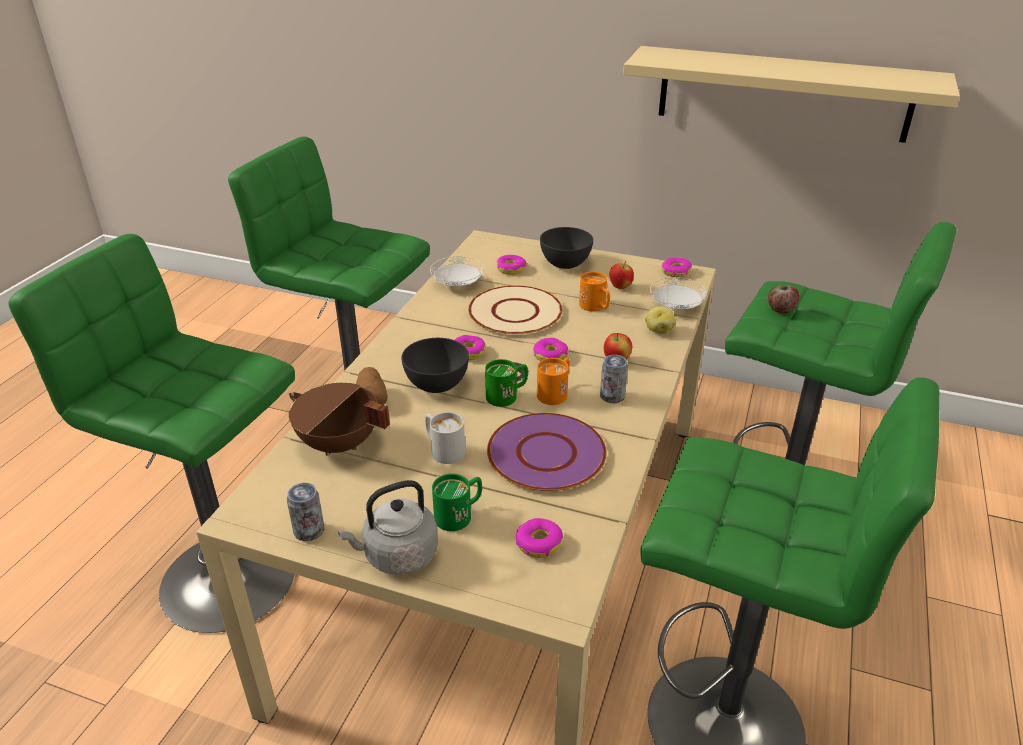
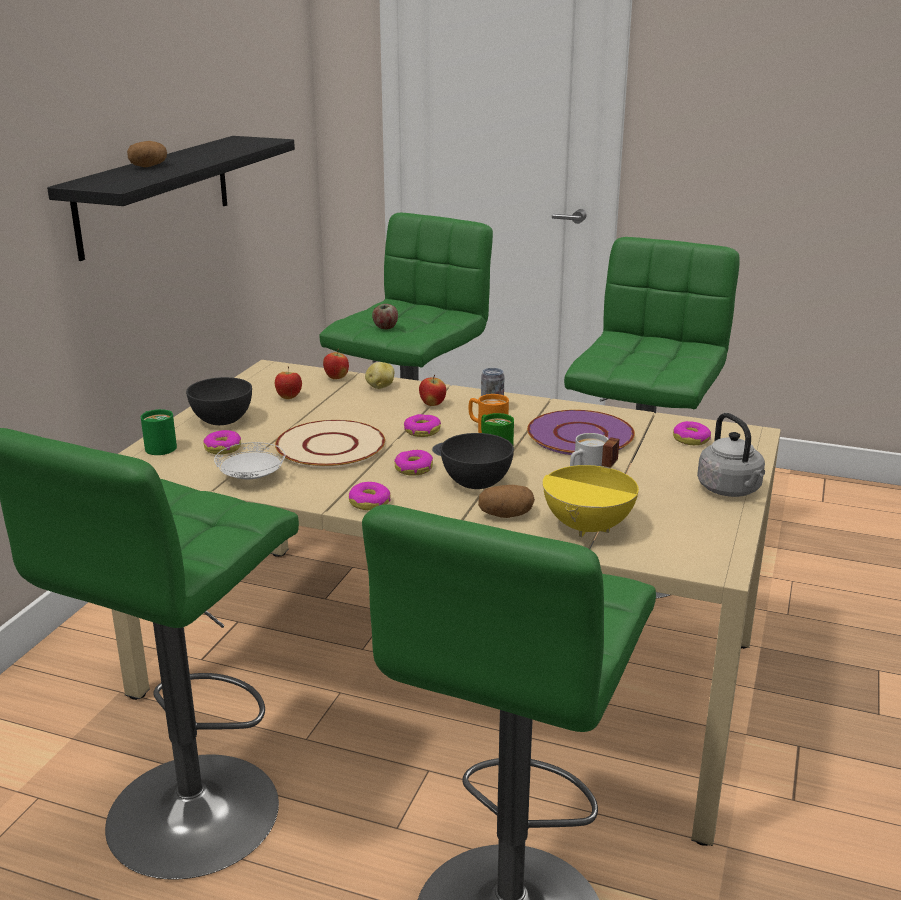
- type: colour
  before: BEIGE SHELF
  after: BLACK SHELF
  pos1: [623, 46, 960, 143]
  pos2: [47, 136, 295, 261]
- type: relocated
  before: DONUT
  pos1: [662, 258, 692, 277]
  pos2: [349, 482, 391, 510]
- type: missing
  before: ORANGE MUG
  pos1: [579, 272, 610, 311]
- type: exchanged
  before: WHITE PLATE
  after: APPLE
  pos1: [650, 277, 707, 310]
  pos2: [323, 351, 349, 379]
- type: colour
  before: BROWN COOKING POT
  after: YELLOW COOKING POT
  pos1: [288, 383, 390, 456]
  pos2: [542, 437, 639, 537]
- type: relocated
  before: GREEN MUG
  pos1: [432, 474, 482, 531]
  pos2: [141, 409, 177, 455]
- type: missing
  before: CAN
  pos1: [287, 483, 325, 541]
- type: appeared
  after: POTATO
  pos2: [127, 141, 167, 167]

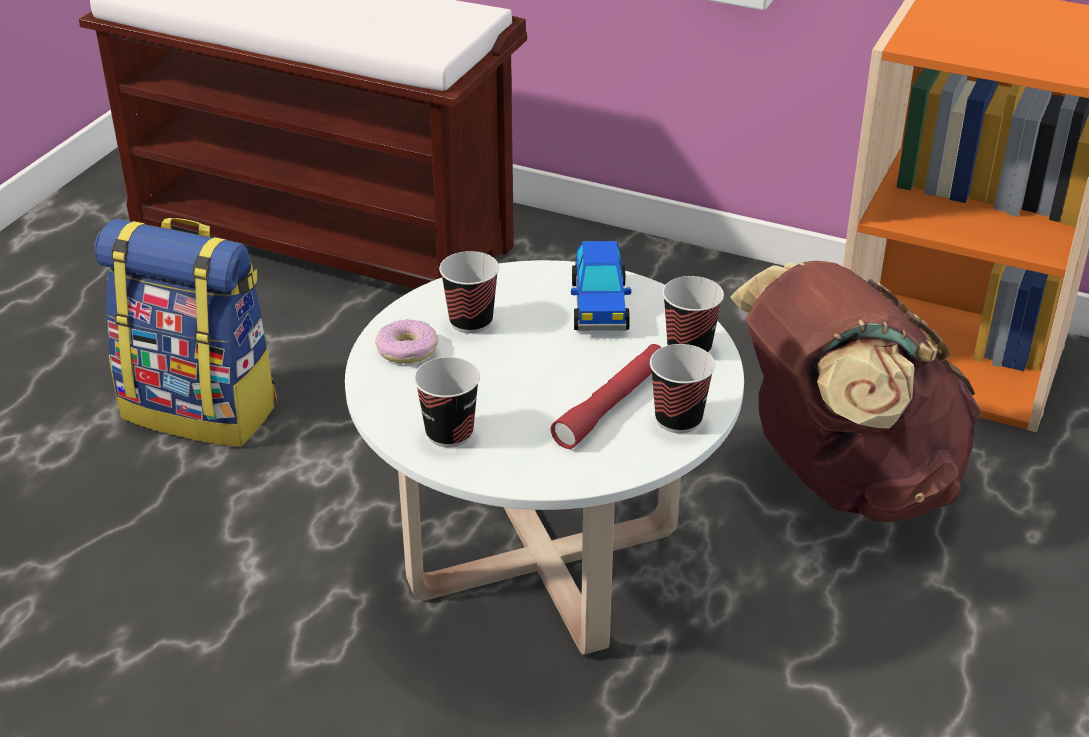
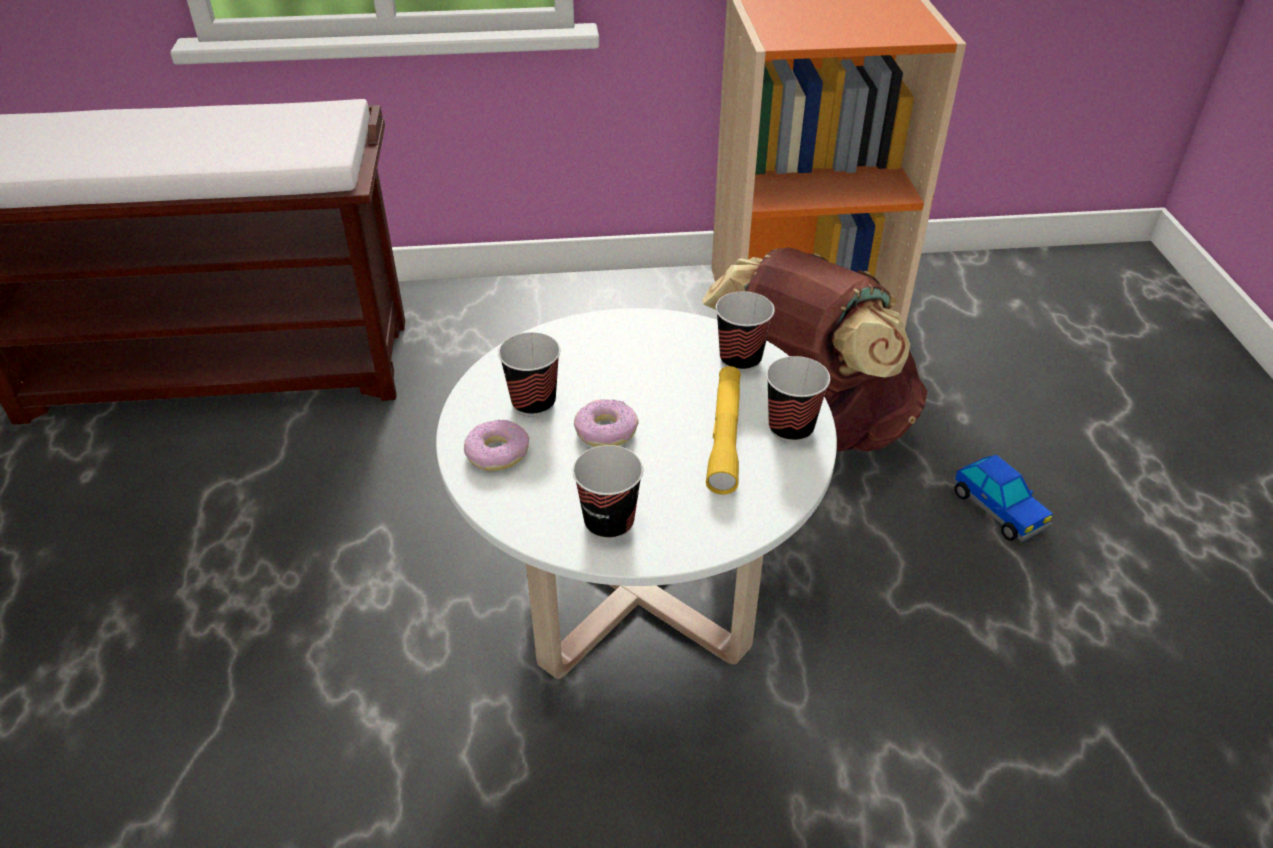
- type: missing
  before: BACKPACK
  pos1: [95, 218, 277, 447]
- type: relocated
  before: TOY CAR
  pos1: [571, 241, 631, 331]
  pos2: [952, 455, 1053, 542]
- type: colour
  before: RED FLASHLIGHT
  after: YELLOW FLASHLIGHT
  pos1: [550, 344, 662, 449]
  pos2: [706, 366, 741, 495]
- type: appeared
  after: DONUT
  pos2: [574, 399, 639, 447]

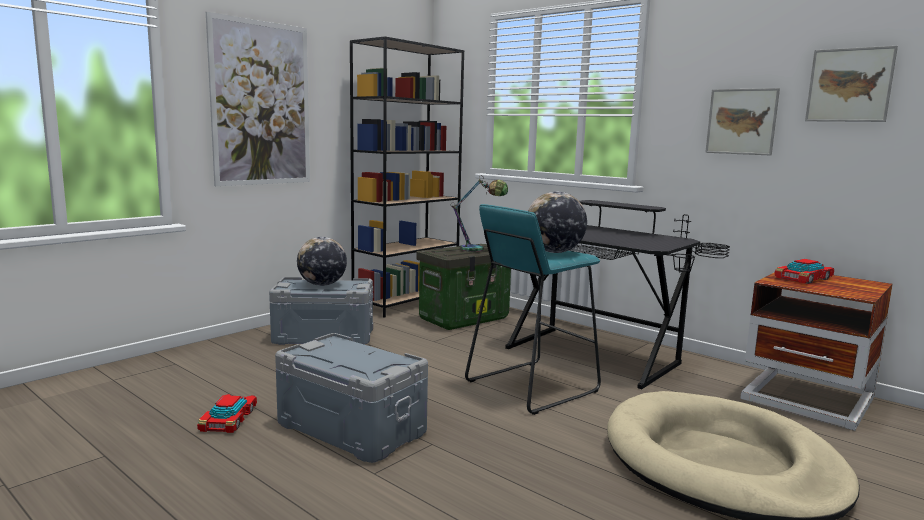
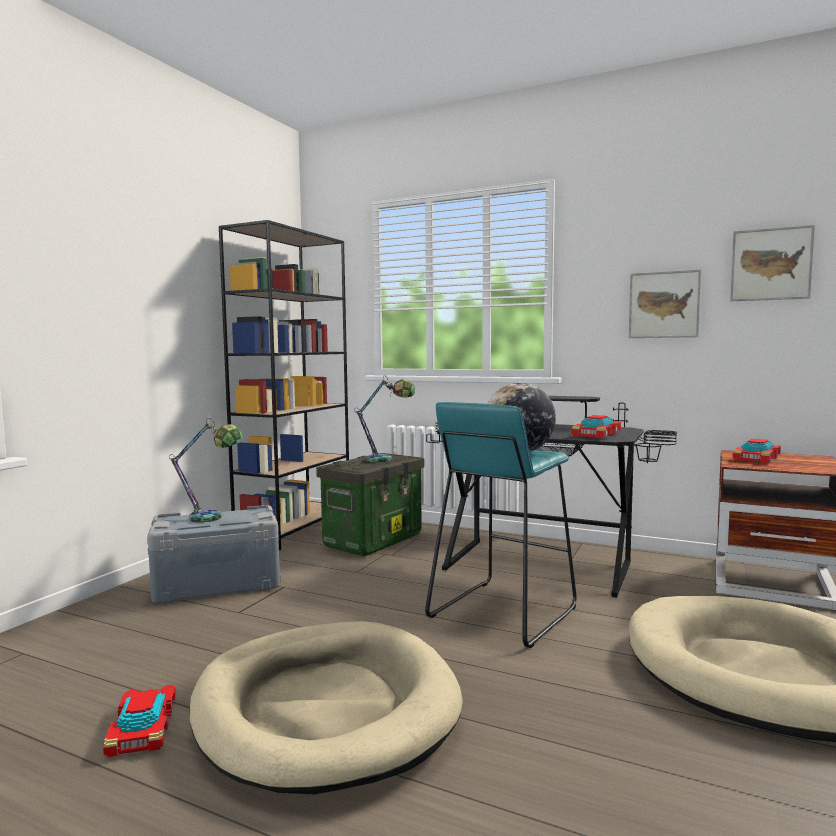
- type: missing
  before: PICTURE
  pos1: [206, 12, 310, 186]
- type: exchanged
  before: GLOBE
  after: TABLE LAMP
  pos1: [297, 237, 347, 286]
  pos2: [169, 418, 243, 522]
- type: exchanged
  before: GREY STORAGE BOX
  after: BEIGE DOG BED
  pos1: [275, 333, 428, 463]
  pos2: [190, 621, 463, 794]
- type: appeared
  after: TOY CAR
  pos2: [571, 415, 621, 439]

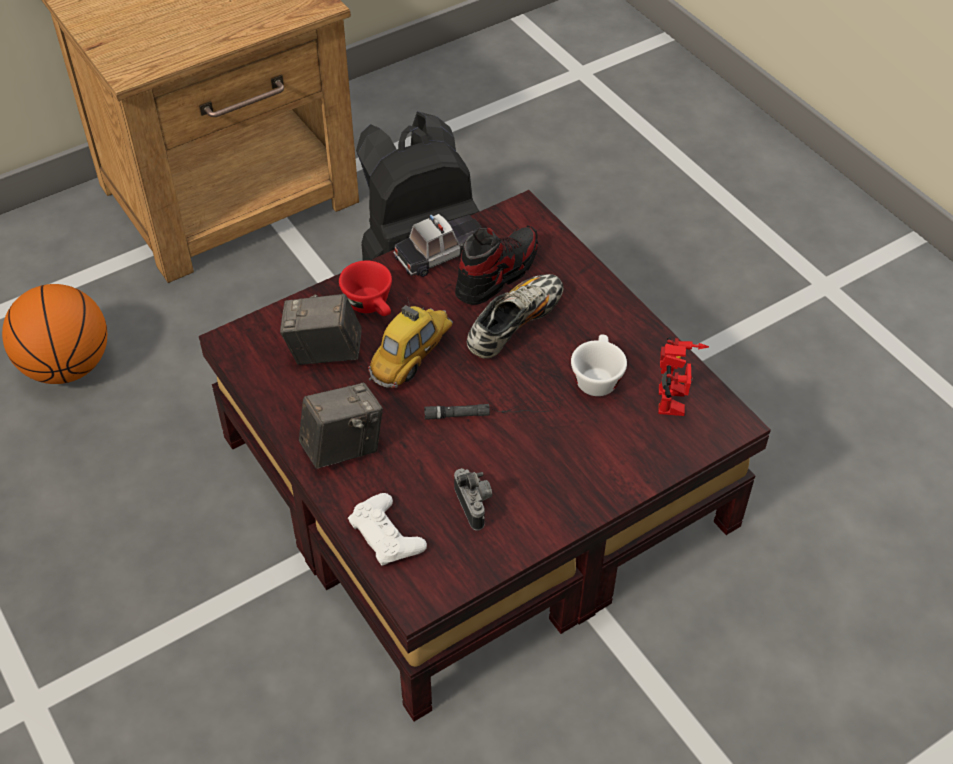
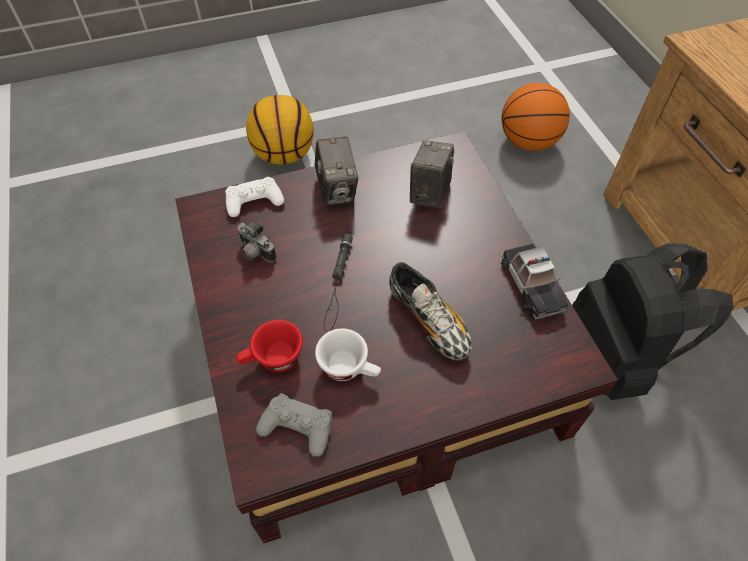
- type: missing
  before: SHOE
  pos1: [455, 226, 538, 305]
- type: relocated
  before: RED CUP
  pos1: [339, 261, 392, 316]
  pos2: [237, 320, 303, 372]
- type: missing
  before: TOY CAR
  pos1: [368, 297, 453, 388]
- type: exchanged
  before: TOY ROBOT
  after: GREY GAME CONTROLLER
  pos1: [658, 337, 709, 416]
  pos2: [256, 393, 332, 457]
- type: spun
  before: PHOTO CAMERA
  pos1: [454, 468, 492, 531]
  pos2: [237, 222, 276, 262]
  turn: 45
- type: appeared
  after: BASKETBALL
  pos2: [246, 95, 313, 164]

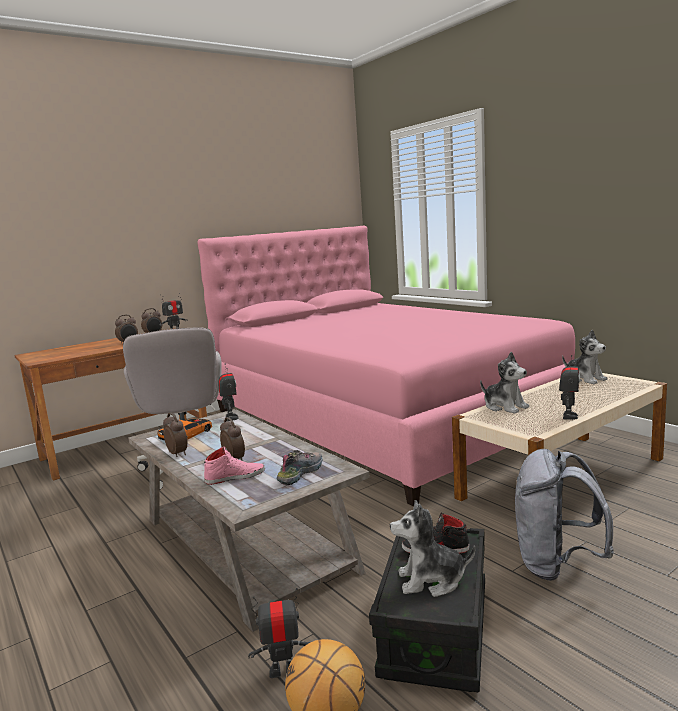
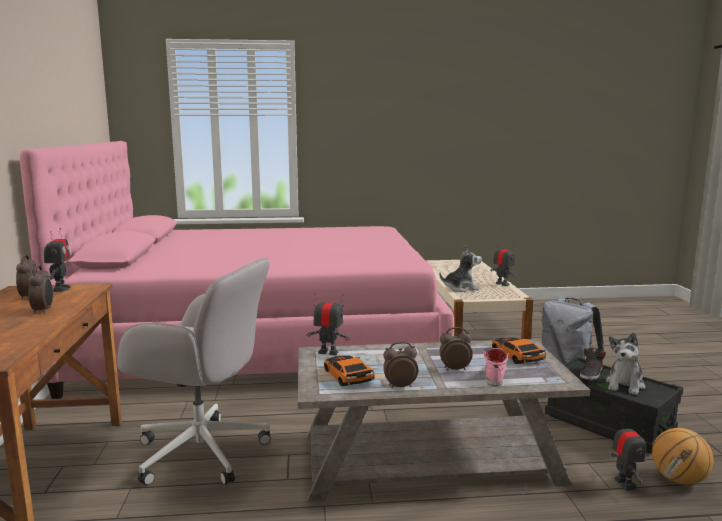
- type: missing
  before: PLUSH TOY
  pos1: [562, 330, 607, 384]
- type: exchanged
  before: SHOE
  after: TOY CAR
  pos1: [277, 450, 323, 485]
  pos2: [492, 337, 546, 364]
- type: spun
  before: TOY ROBOT
  pos1: [248, 588, 310, 678]
  pos2: [611, 416, 646, 491]
  turn: 150

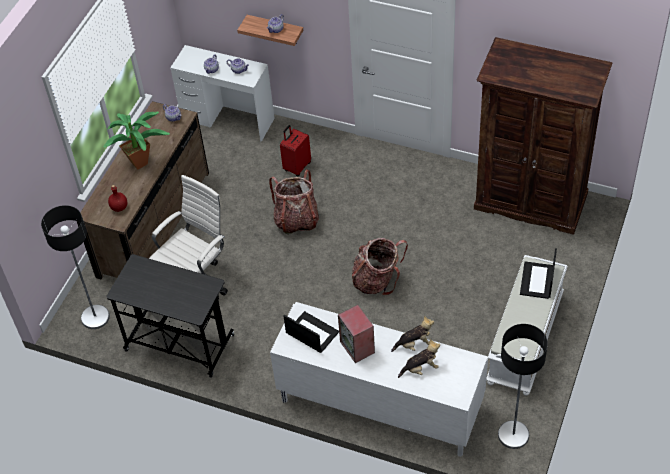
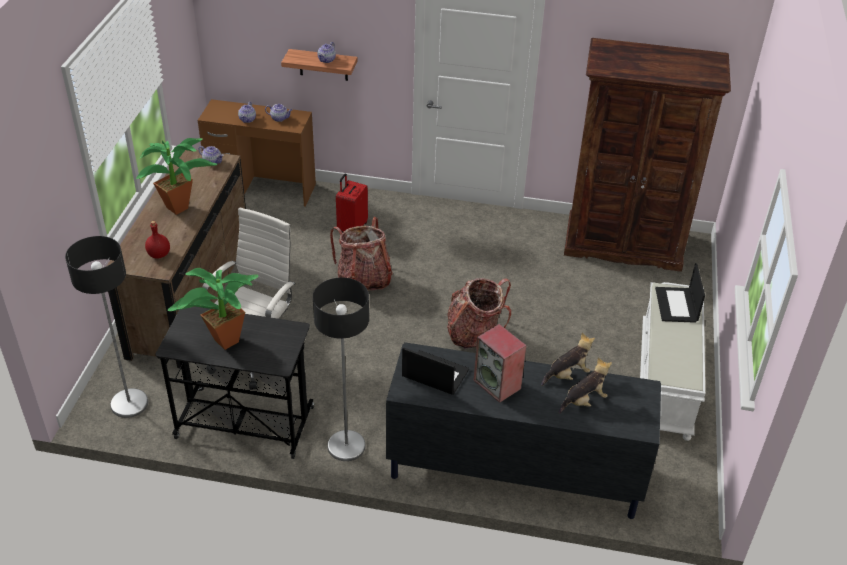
- type: colour
  before: WHITE DESK
  after: BROWN DESK
  pos1: [170, 45, 275, 142]
  pos2: [198, 99, 316, 207]
- type: colour
  before: WHITE CABINET
  after: BLACK CABINET
  pos1: [270, 302, 488, 457]
  pos2: [386, 342, 661, 519]
- type: relocated
  before: FLOOR LAMP
  pos1: [498, 324, 548, 449]
  pos2: [313, 278, 369, 461]
- type: appeared
  after: POTTED PLANT
  pos2: [168, 268, 258, 350]

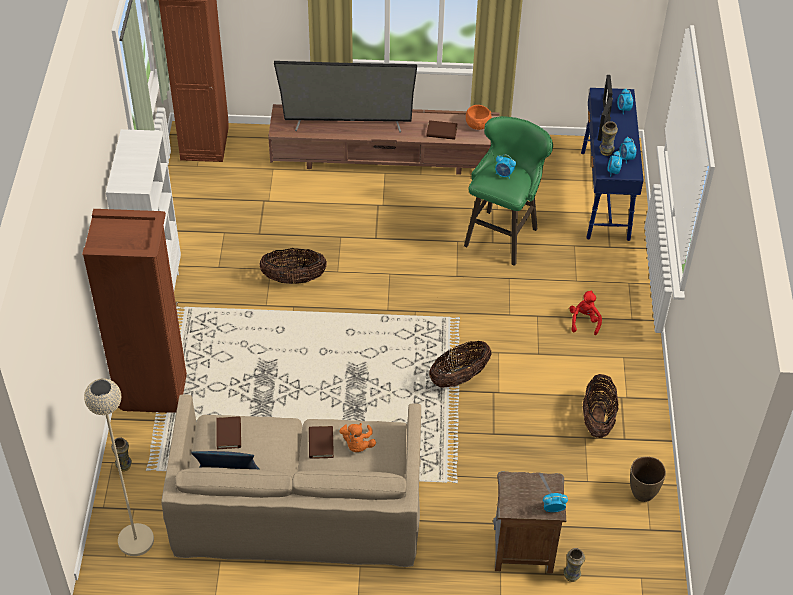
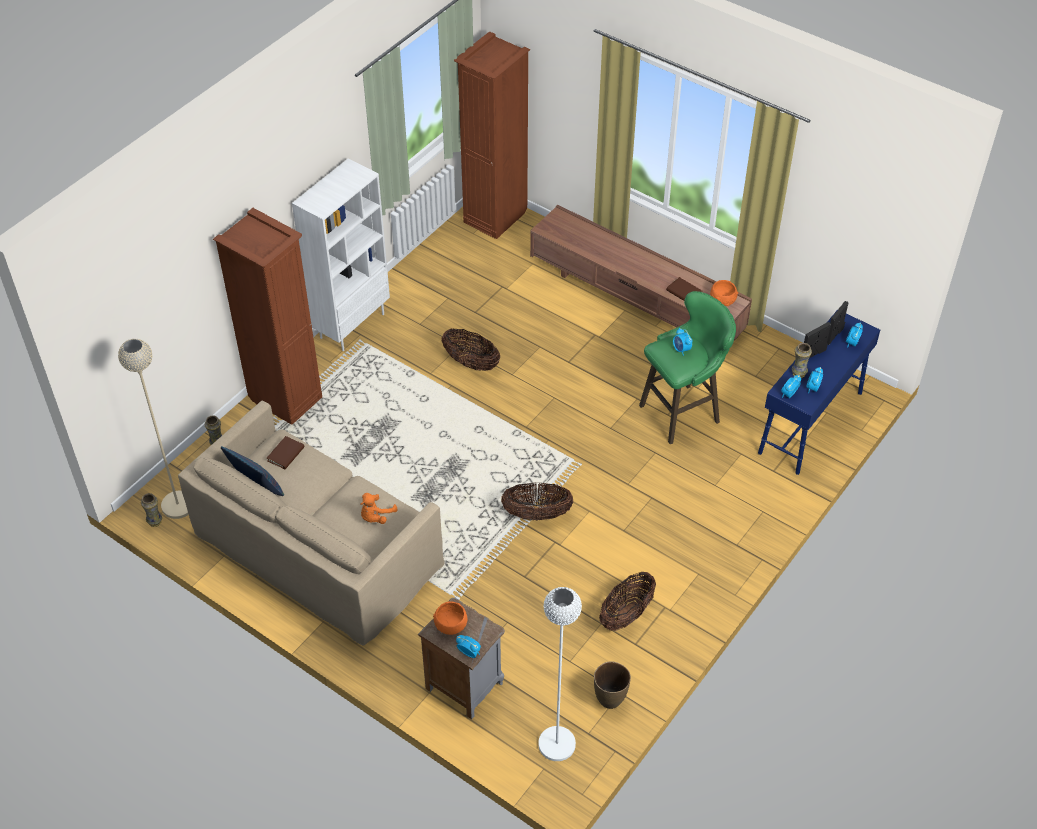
- type: missing
  before: TELEVISION
  pos1: [274, 61, 417, 132]
- type: missing
  before: RED PLUSH TOY
  pos1: [569, 290, 602, 335]
- type: missing
  before: BROWN BOOK
  pos1: [309, 426, 334, 459]
- type: relocated
  before: VASE
  pos1: [564, 548, 585, 582]
  pos2: [141, 493, 162, 527]
- type: appeared
  after: WHITE FLOOR LAMP
  pos2: [539, 587, 582, 761]
- type: appeared
  after: ORANGE BOWL
  pos2: [433, 601, 468, 635]

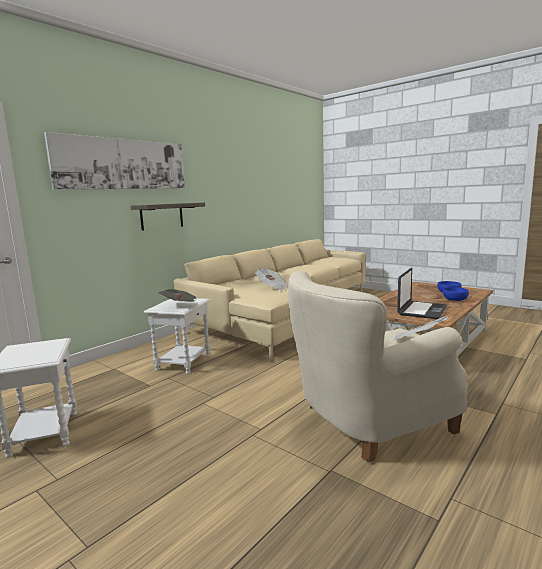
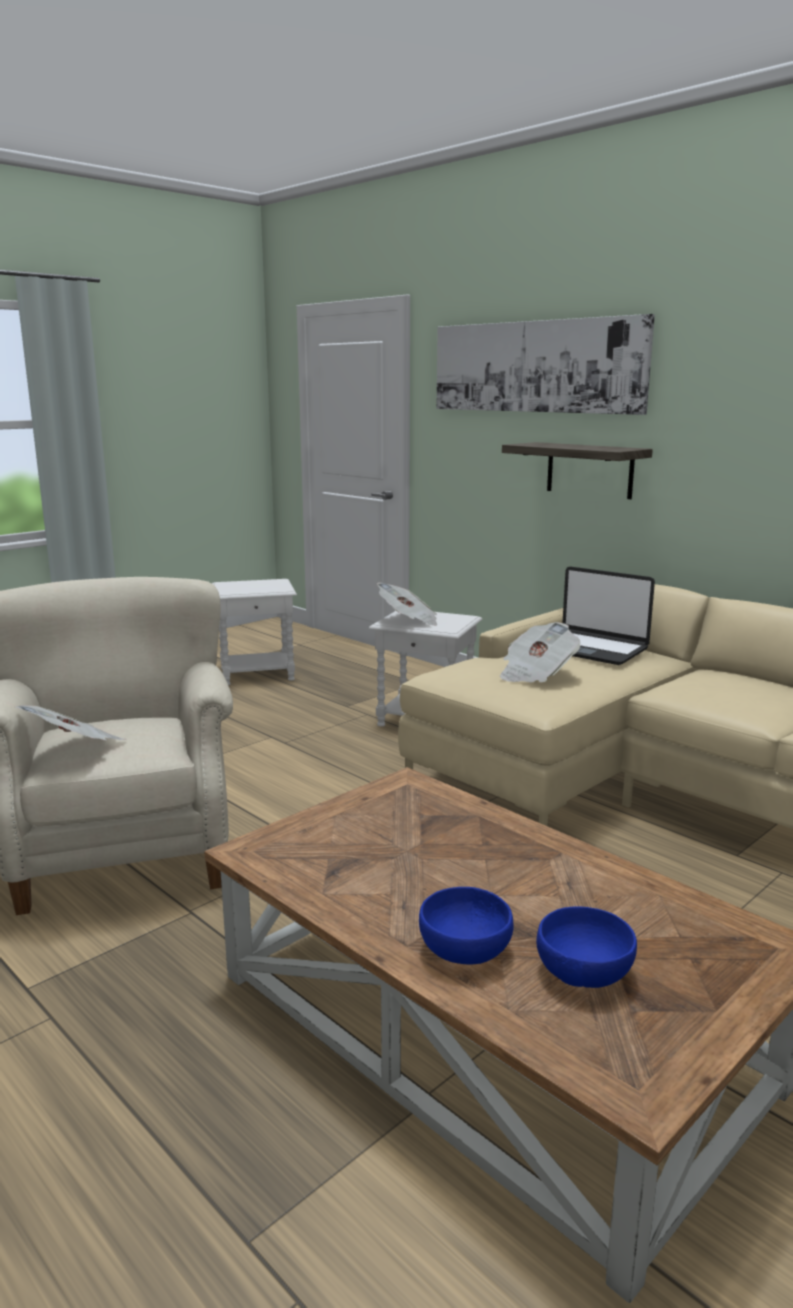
- type: relocated
  before: LAPTOP
  pos1: [397, 268, 447, 319]
  pos2: [562, 566, 655, 665]

